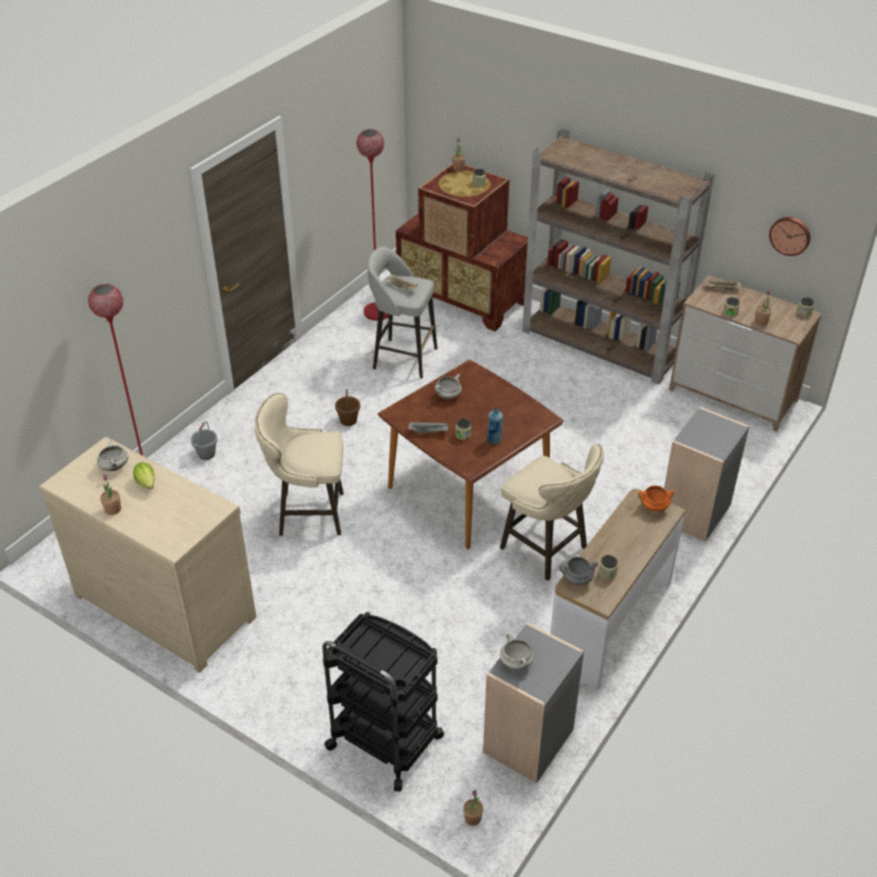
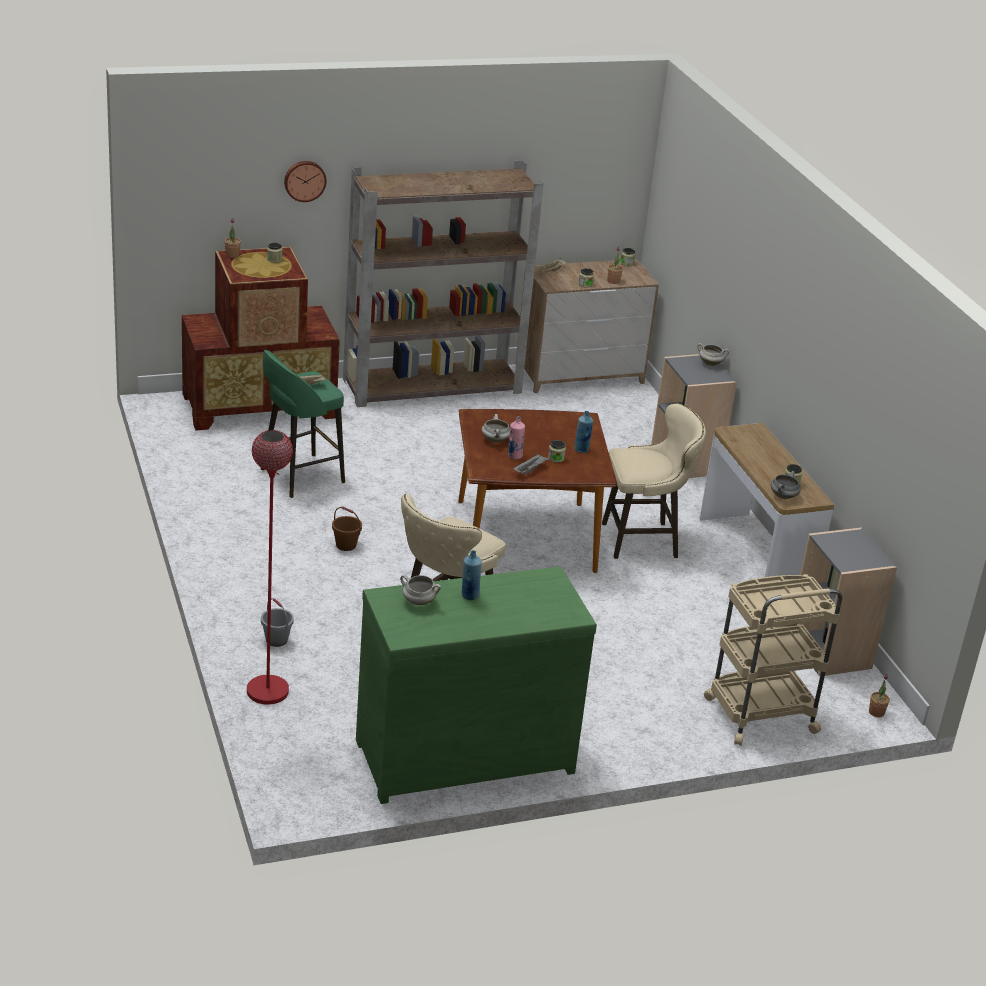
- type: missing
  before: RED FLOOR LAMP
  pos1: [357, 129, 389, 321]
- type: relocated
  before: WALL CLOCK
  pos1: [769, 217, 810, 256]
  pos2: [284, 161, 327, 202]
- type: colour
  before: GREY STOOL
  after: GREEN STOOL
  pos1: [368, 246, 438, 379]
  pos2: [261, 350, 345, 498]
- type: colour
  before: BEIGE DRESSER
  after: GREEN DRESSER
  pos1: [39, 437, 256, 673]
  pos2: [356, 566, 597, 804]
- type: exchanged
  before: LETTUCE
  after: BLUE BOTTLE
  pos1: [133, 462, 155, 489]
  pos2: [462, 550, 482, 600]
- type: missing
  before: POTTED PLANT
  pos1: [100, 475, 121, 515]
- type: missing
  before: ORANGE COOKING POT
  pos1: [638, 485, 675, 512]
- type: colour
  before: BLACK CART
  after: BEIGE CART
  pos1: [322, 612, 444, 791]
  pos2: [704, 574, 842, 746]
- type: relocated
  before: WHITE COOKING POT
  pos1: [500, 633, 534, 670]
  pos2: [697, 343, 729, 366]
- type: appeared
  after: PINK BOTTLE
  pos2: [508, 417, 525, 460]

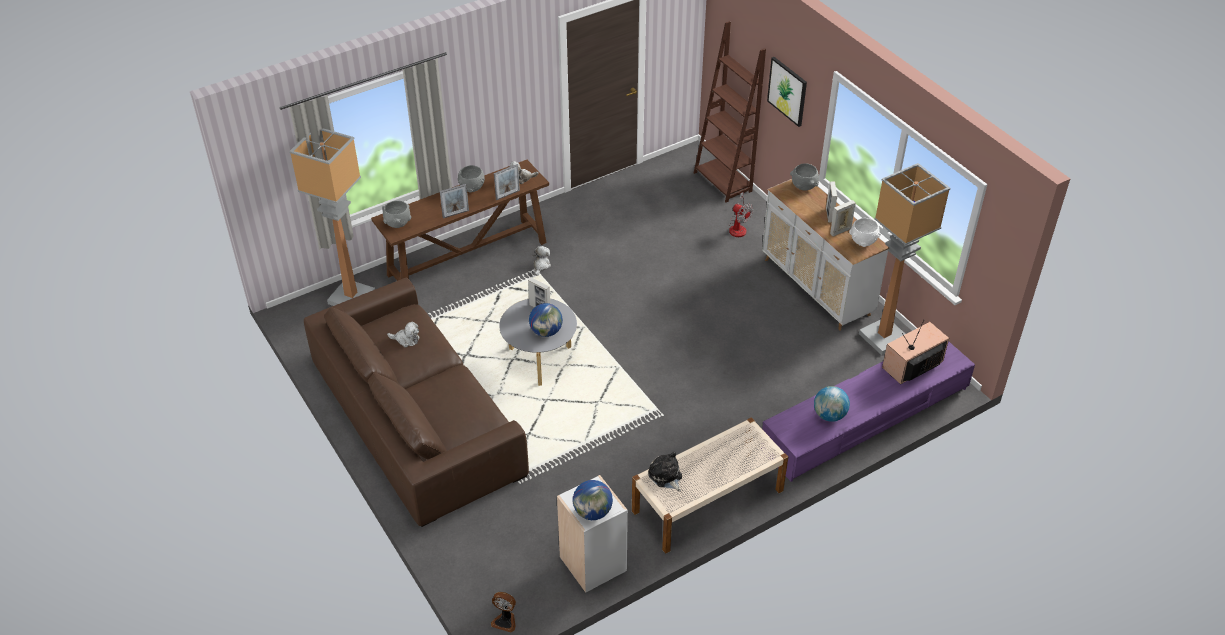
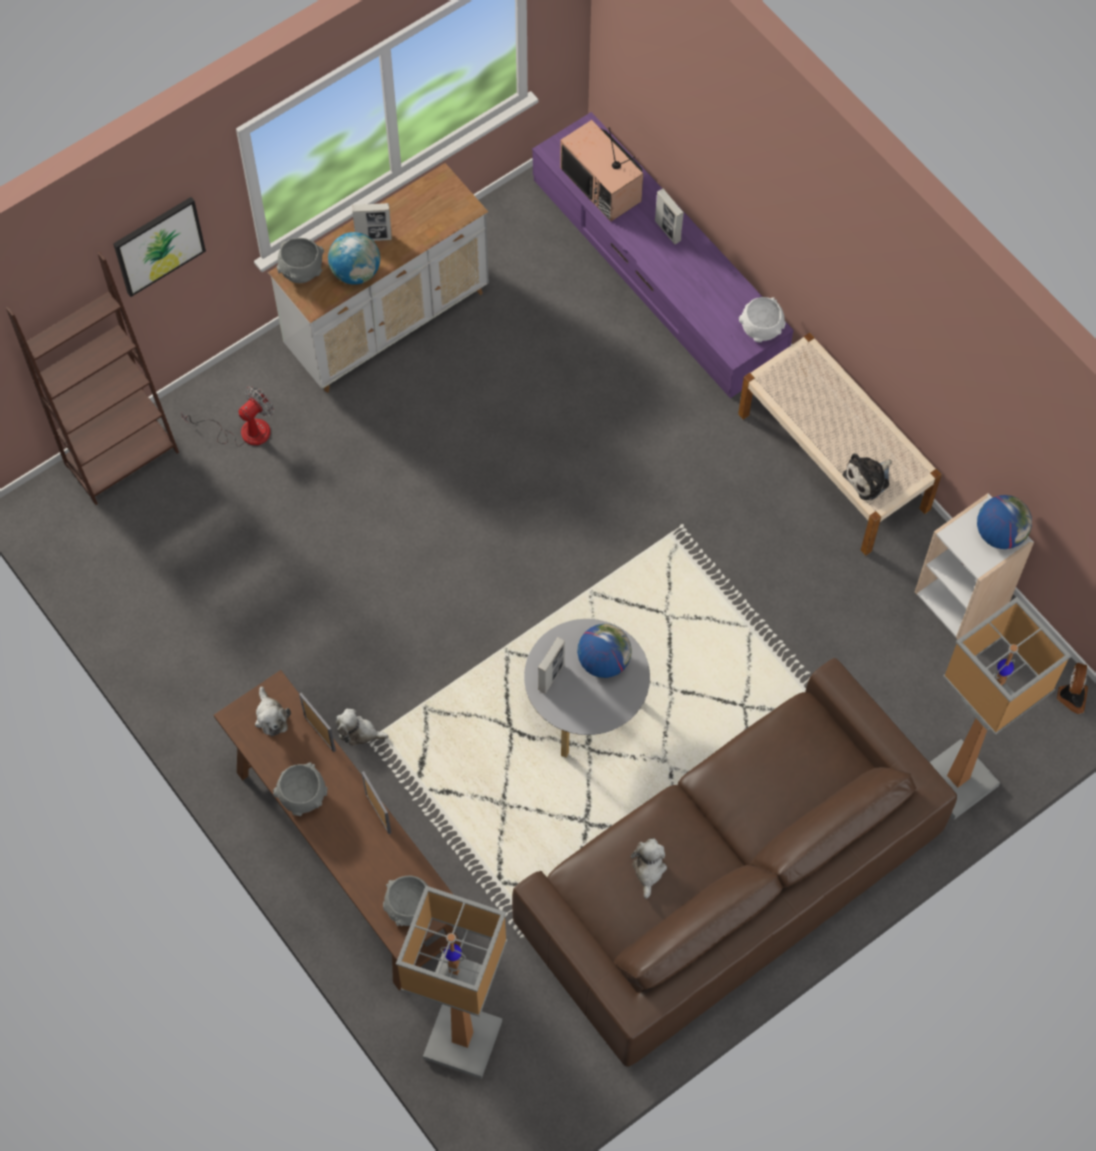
- type: relocated
  before: FLOOR LAMP
  pos1: [859, 163, 951, 355]
  pos2: [929, 597, 1071, 820]
- type: relocated
  before: PICTURE FRAME
  pos1: [830, 200, 856, 237]
  pos2: [655, 188, 684, 244]
- type: relocated
  before: WHITE BOWL
  pos1: [849, 218, 881, 247]
  pos2: [739, 297, 786, 342]
- type: relocated
  before: GLOBE
  pos1: [814, 386, 850, 422]
  pos2: [328, 232, 380, 285]

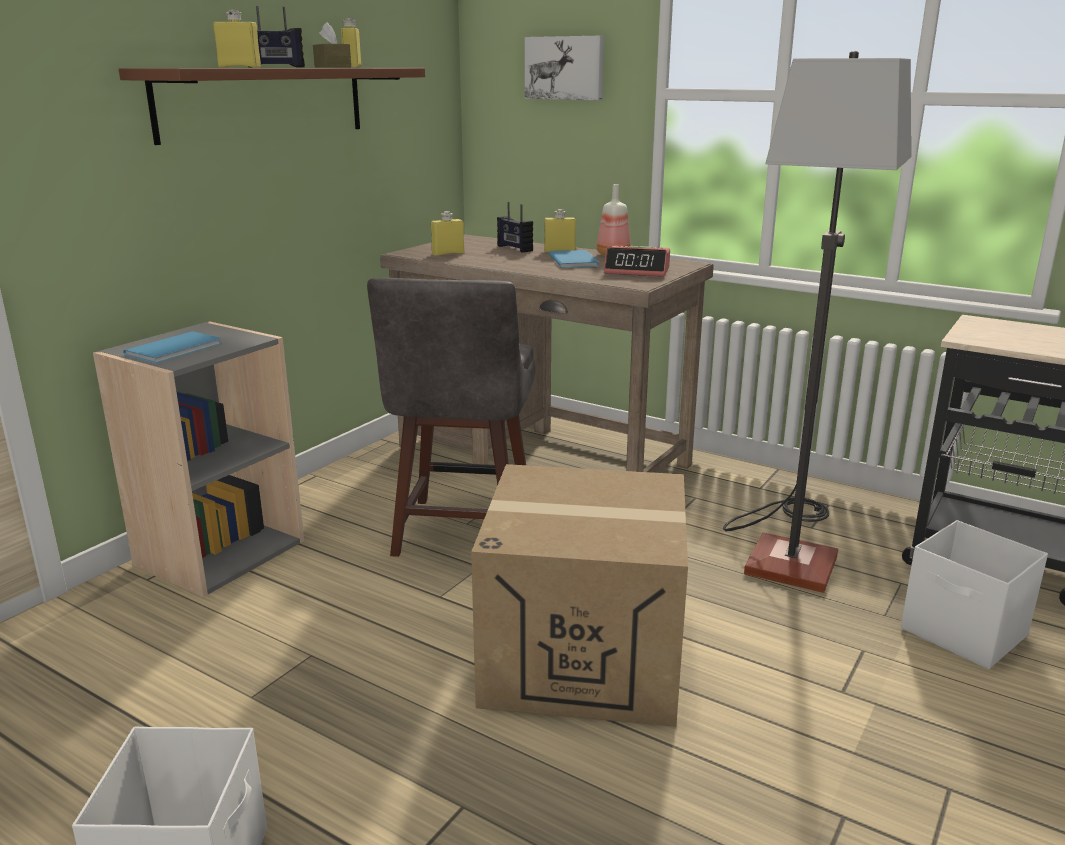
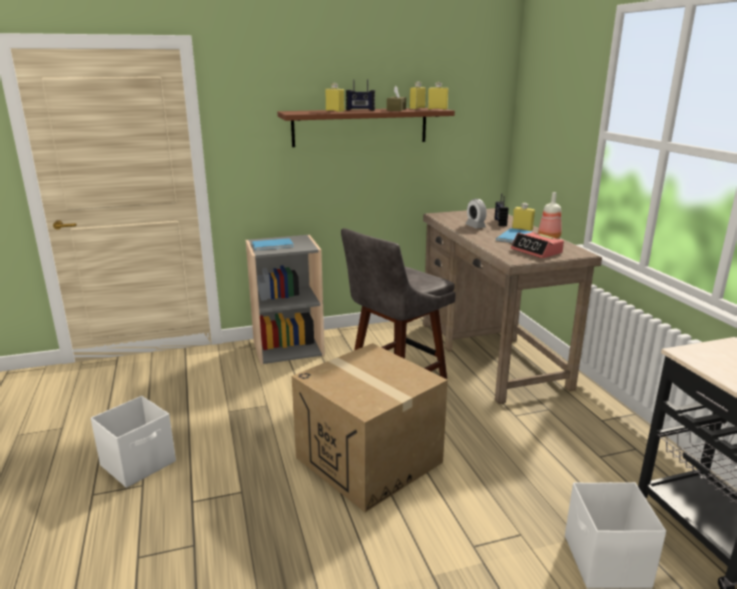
- type: missing
  before: PICTURE
  pos1: [525, 36, 604, 100]
- type: missing
  before: FLOOR LAMP
  pos1: [723, 51, 911, 593]
- type: relocated
  before: YELLOW BOTTLE
  pos1: [431, 211, 464, 256]
  pos2: [428, 82, 449, 110]
- type: appeared
  after: ALARM CLOCK
  pos2: [466, 199, 487, 229]

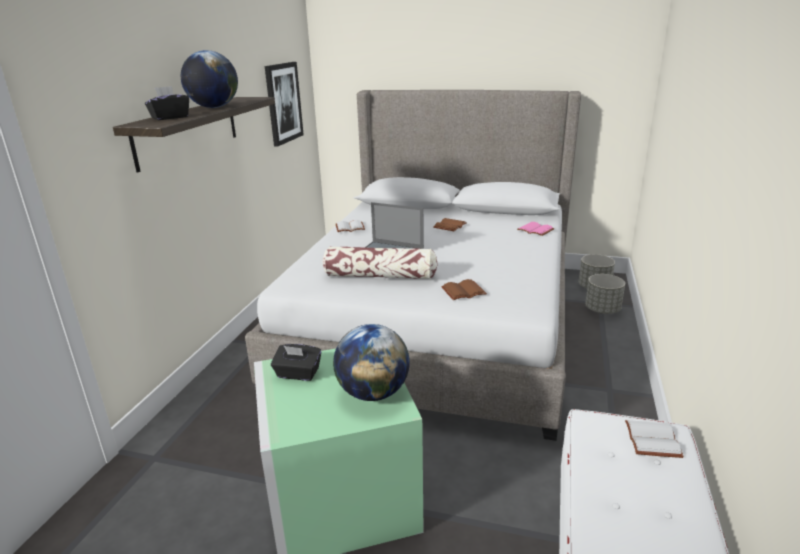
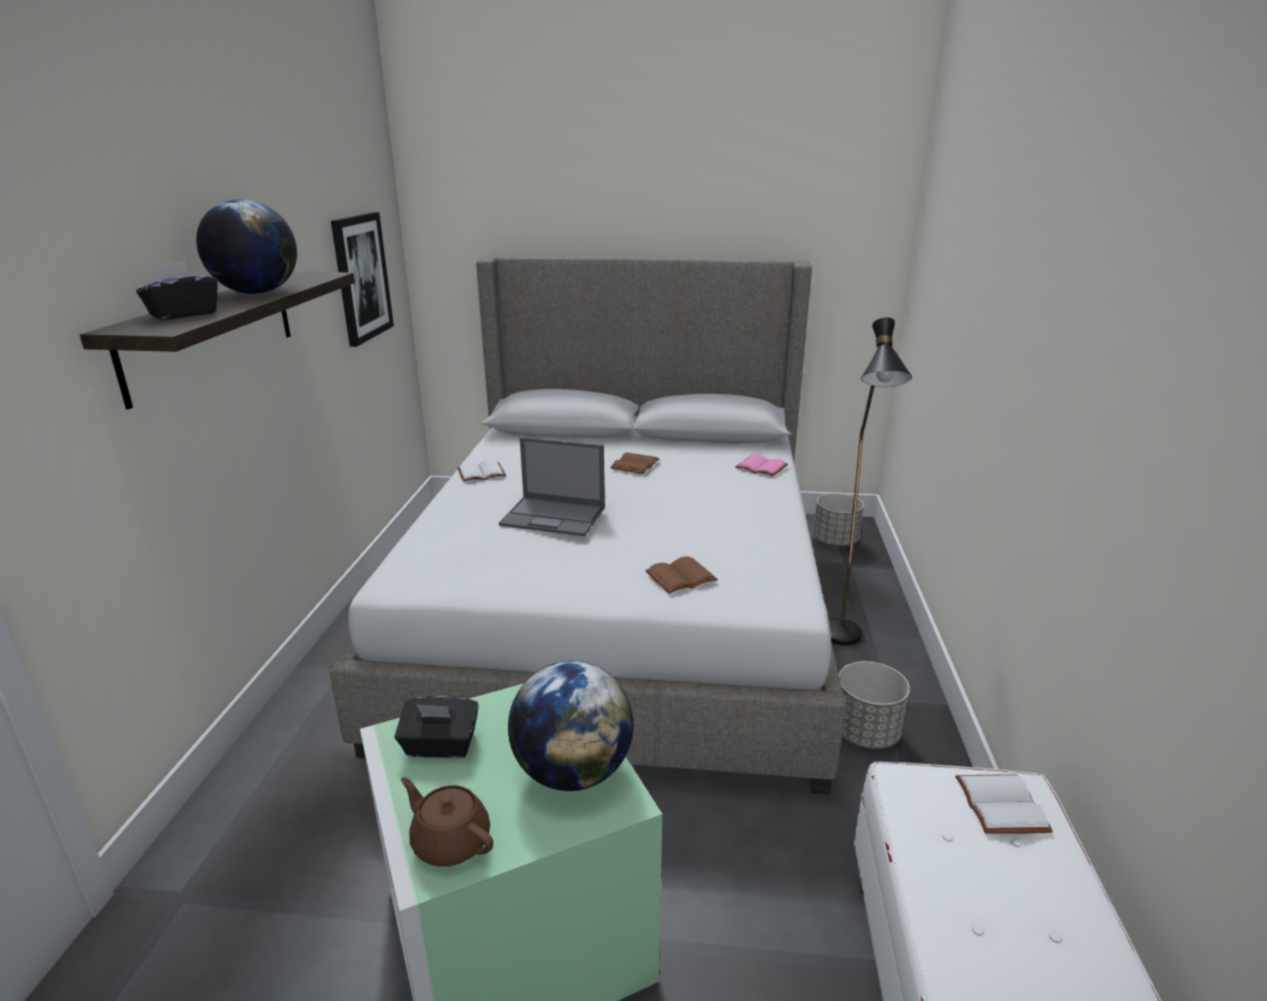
- type: missing
  before: PILLOW
  pos1: [322, 246, 438, 279]
- type: relocated
  before: GREY PLANTER
  pos1: [585, 274, 625, 314]
  pos2: [839, 661, 910, 749]
- type: appeared
  after: BLACK FLOOR LAMP
  pos2: [828, 317, 912, 645]
- type: appeared
  after: BROWN TEAPOT
  pos2: [401, 777, 493, 866]

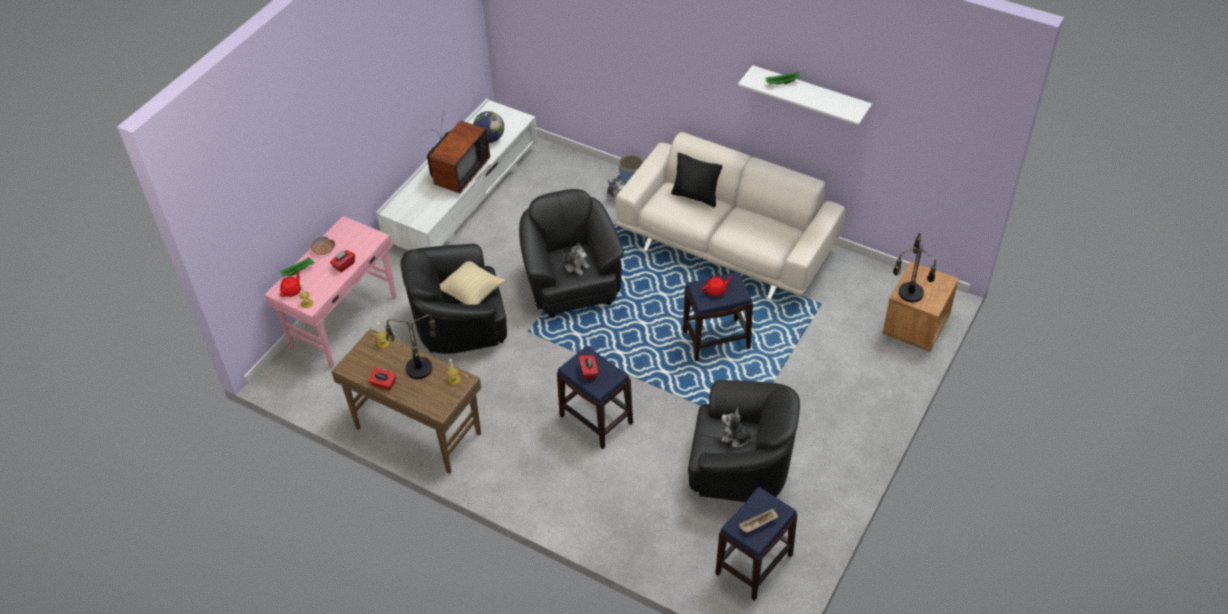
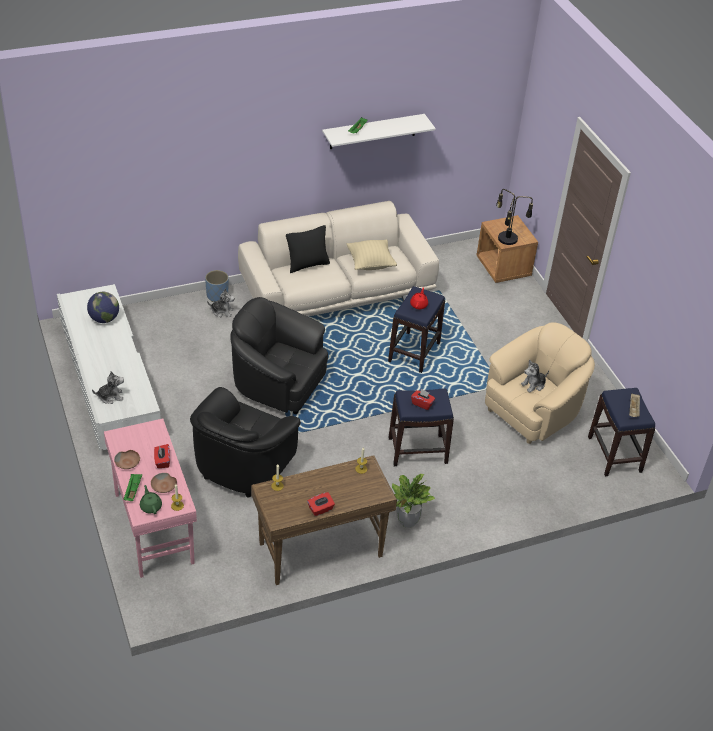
- type: missing
  before: TELEVISION
  pos1: [427, 111, 490, 193]
- type: relocated
  before: PLUSH TOY
  pos1: [561, 243, 590, 275]
  pos2: [92, 371, 124, 404]
- type: relocated
  before: BEIGE PILLOW
  pos1: [440, 261, 505, 304]
  pos2: [347, 239, 397, 270]
- type: colour
  before: RED TEAPOT
  after: GREEN TEAPOT
  pos1: [280, 270, 301, 297]
  pos2: [140, 485, 162, 514]
- type: missing
  before: TABLE LAMP
  pos1: [386, 314, 438, 379]
- type: colour
  before: BLACK ARMCHAIR
  after: BEIGE ARMCHAIR
  pos1: [688, 380, 800, 502]
  pos2: [485, 322, 595, 444]
- type: appeared
  after: BROWN BOWL
  pos2: [151, 473, 177, 493]
- type: appeared
  after: POTTED PLANT
  pos2: [392, 474, 435, 528]

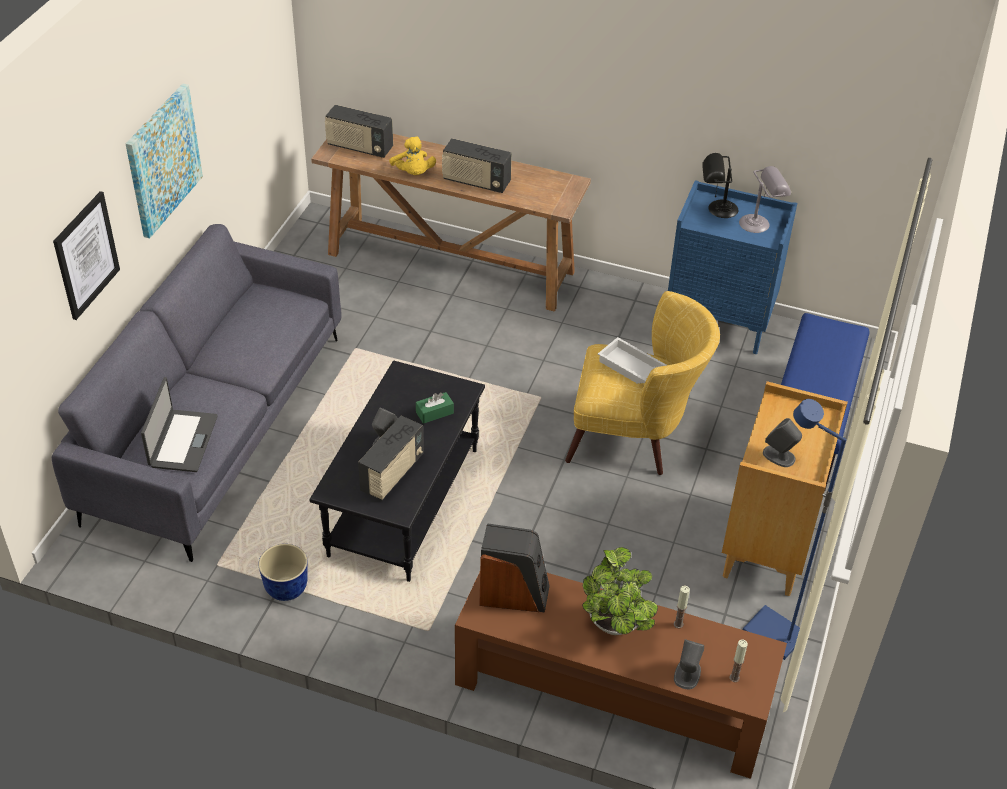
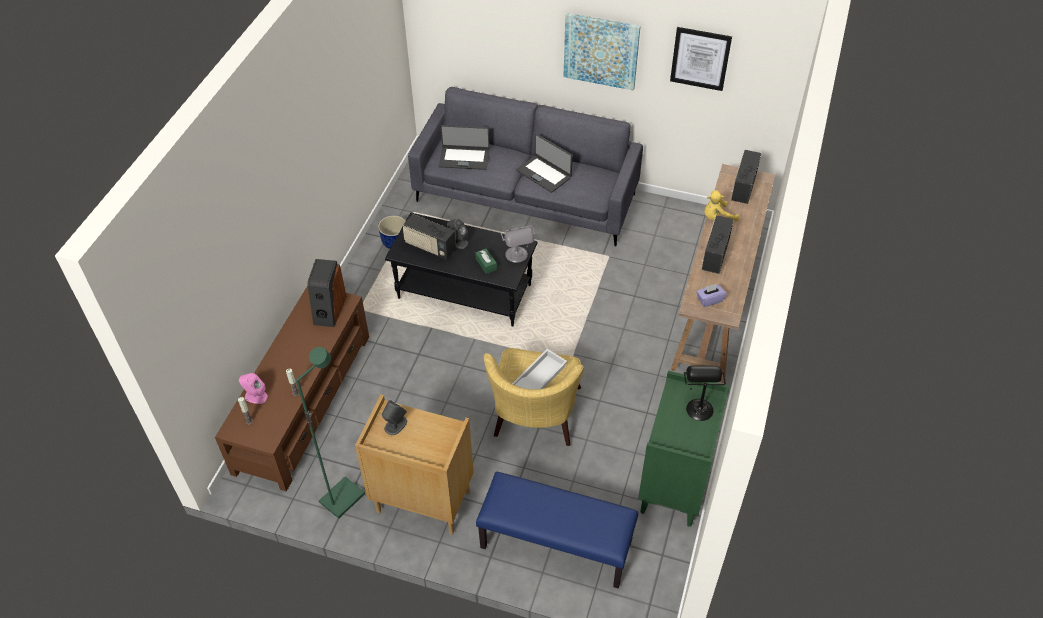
- type: relocated
  before: GREY TABLE LAMP
  pos1: [739, 166, 791, 233]
  pos2: [500, 226, 536, 263]
- type: colour
  before: BLUE CABINET
  after: GREEN CABINET
  pos1: [668, 180, 797, 354]
  pos2: [638, 370, 730, 527]
- type: relocated
  before: PICTURE
  pos1: [53, 191, 120, 320]
  pos2: [670, 27, 732, 91]
- type: colour
  before: BLUE FLOOR LAMP
  after: GREEN FLOOR LAMP
  pos1: [743, 399, 847, 660]
  pos2: [296, 347, 365, 519]
- type: missing
  before: POTTED PLANT
  pos1: [582, 547, 658, 635]
- type: colour
  before: GREY SPEAKER
  after: PINK SPEAKER
  pos1: [674, 639, 704, 689]
  pos2: [239, 373, 268, 404]
- type: appeared
  after: LAPTOP
  pos2: [516, 133, 573, 193]
- type: appeared
  after: PURPLE TISSUE BOX
  pos2: [696, 284, 727, 307]

